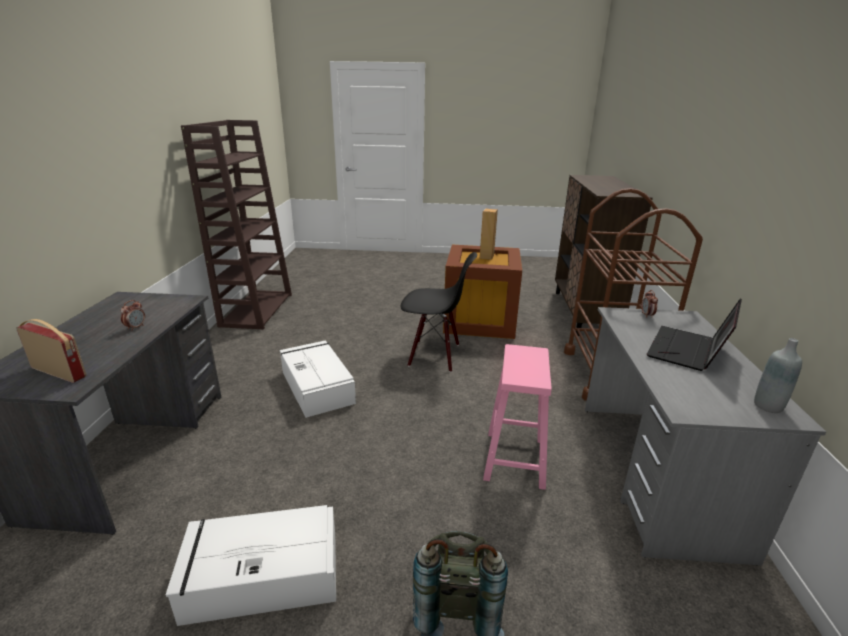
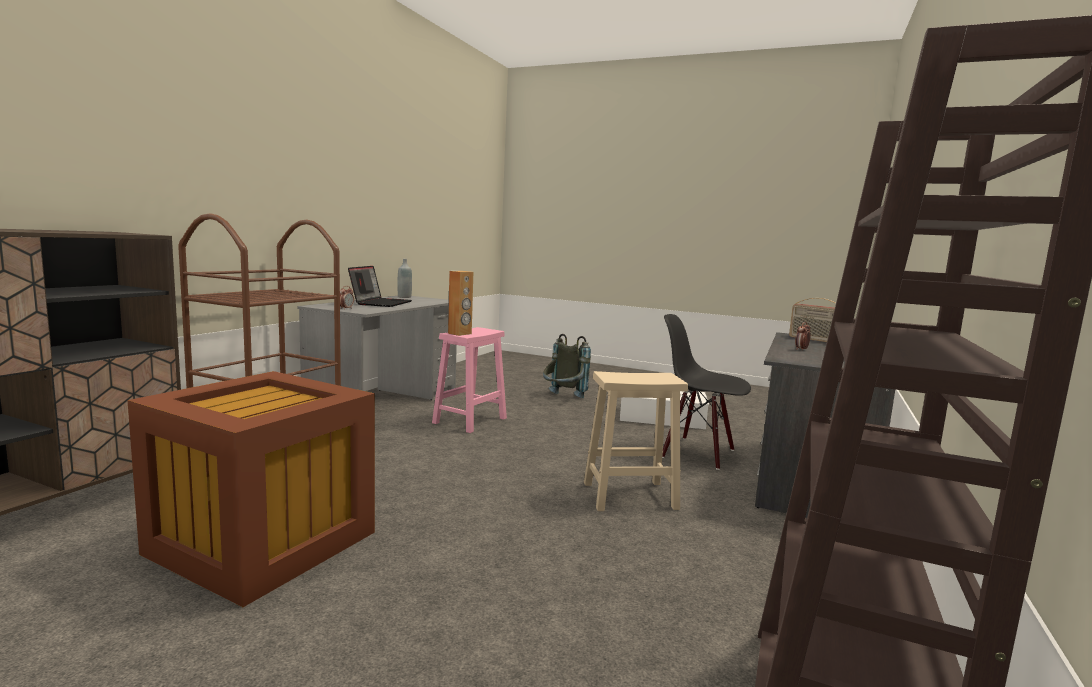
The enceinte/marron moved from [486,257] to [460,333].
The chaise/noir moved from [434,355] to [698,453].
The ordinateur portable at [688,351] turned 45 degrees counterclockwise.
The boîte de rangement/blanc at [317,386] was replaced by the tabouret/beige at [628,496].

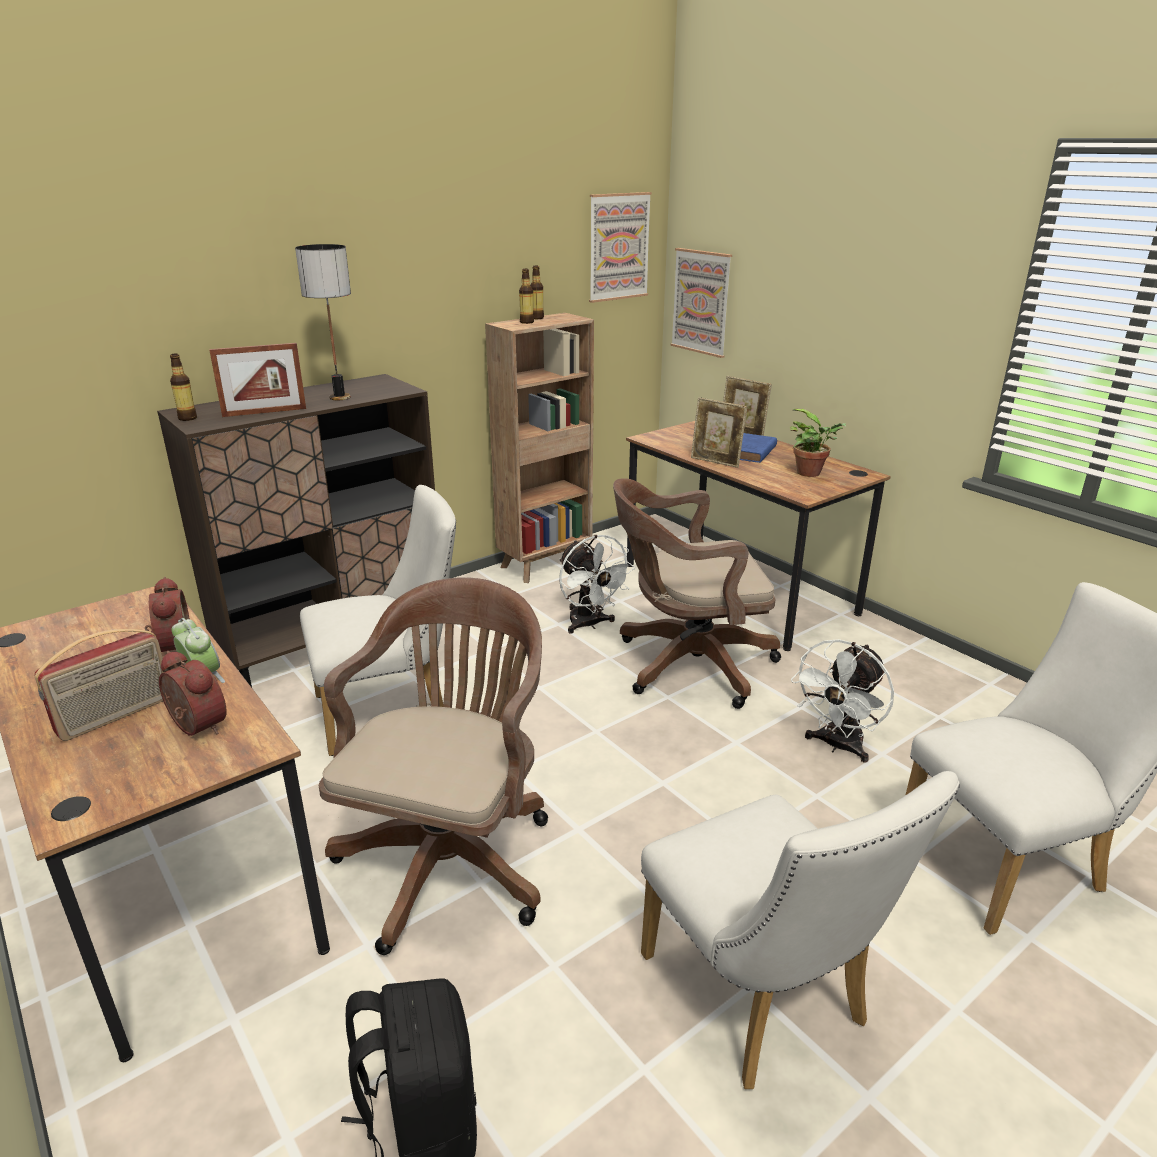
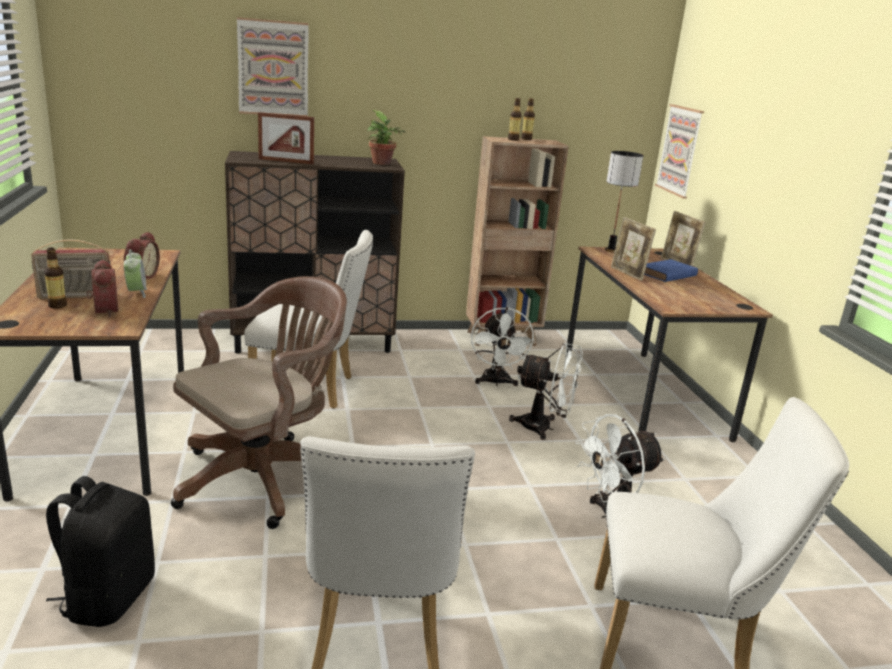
The tableau moved from [618,247] to [273,68].
The lampe de table moved from [339,397] to [611,250].
The bouteille moved from [187,418] to [57,306].
The plante en pot moved from [812,473] to [382,163].
The chaise de bureau/marron at [687,665] was replaced by the ventilateur/blanc at [544,428].

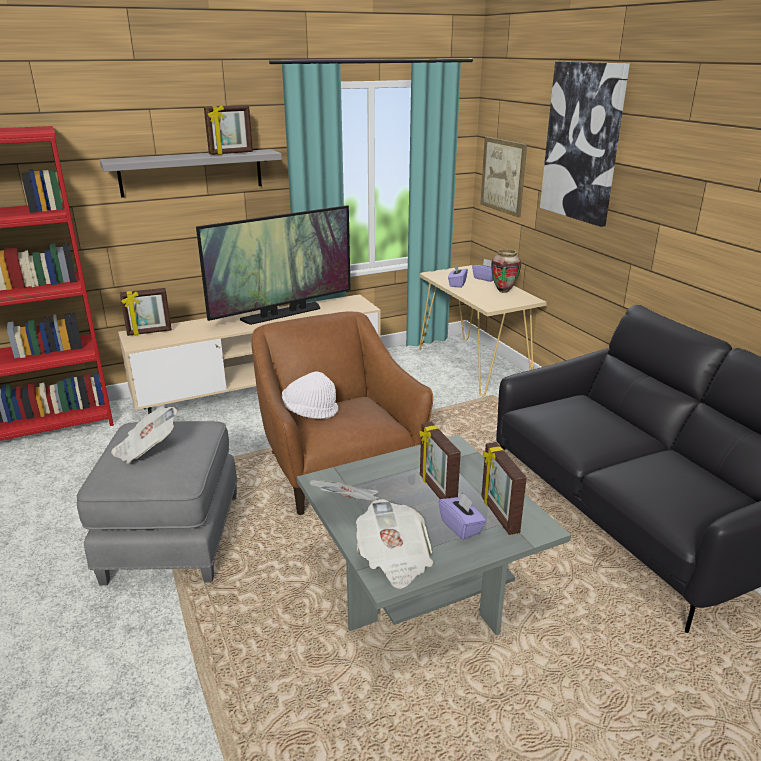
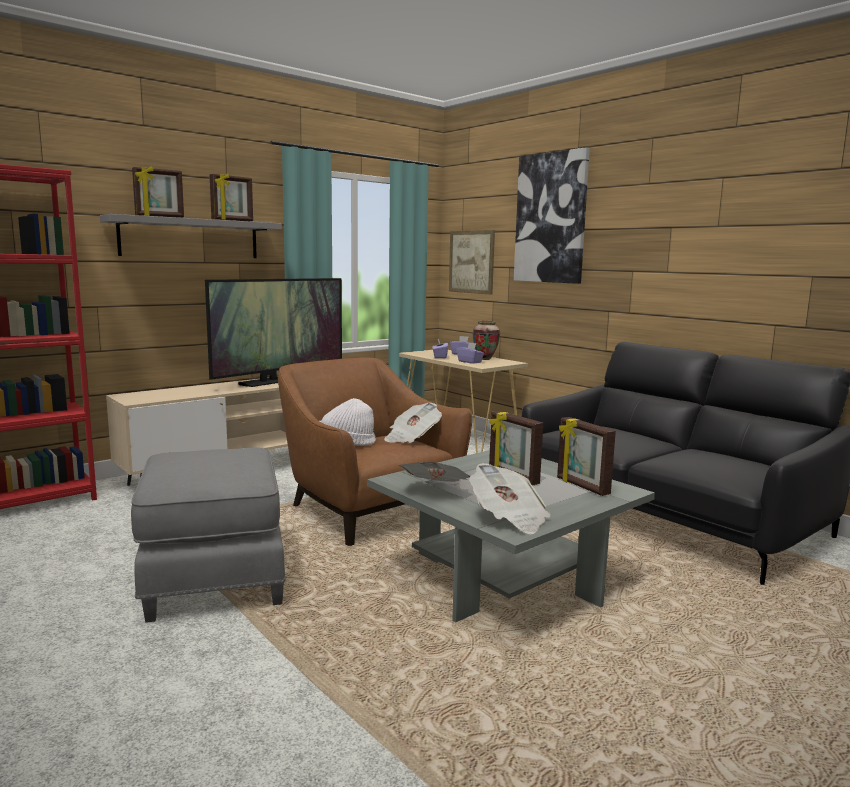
The cadre photo moved from [149,332] to [160,217].
The journal moved from [146,449] to [411,438].
The boîte à mouchoirs/violet moved from [461,527] to [470,362].

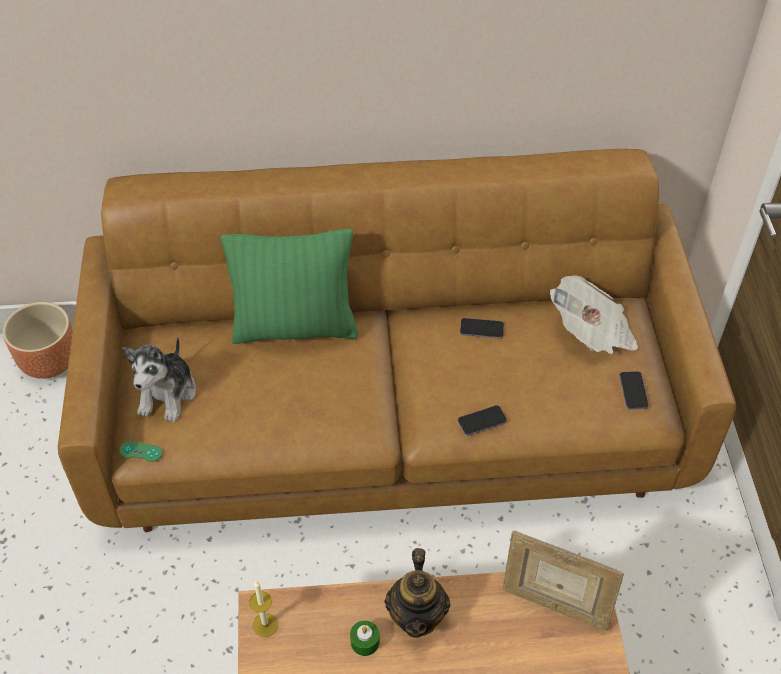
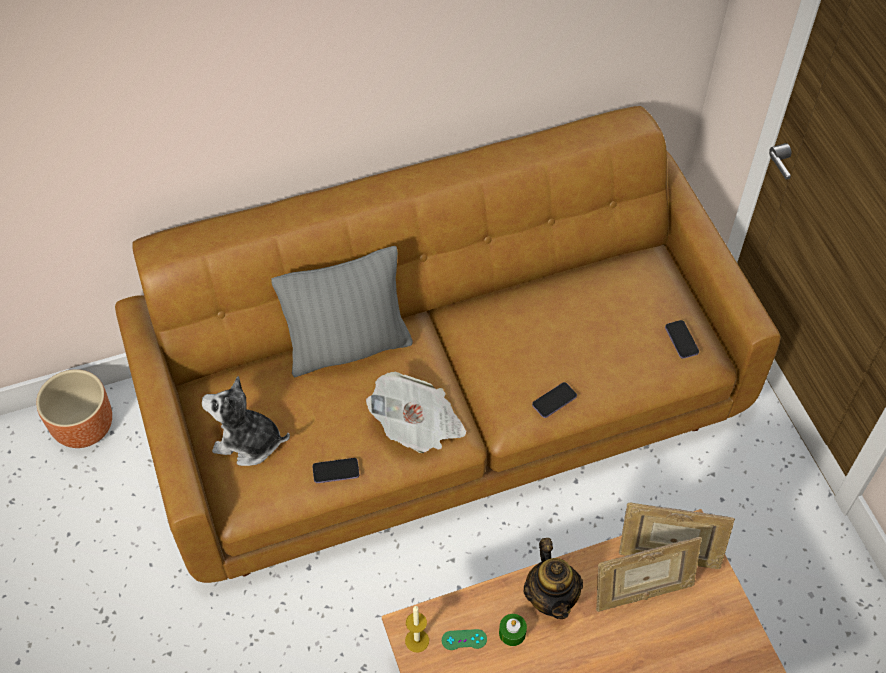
The coussin/vert at [295,327] became the coussin/gris at [348,346].
The journal moved from [592,333] to [418,426].
The téléphone moved from [481,329] to [336,471].
The peluche at [167,394] turned 105 degrees clockwise.
The manette/vert moved from [141,452] to [464,639].
The cadre photo at [641,593] appeared.

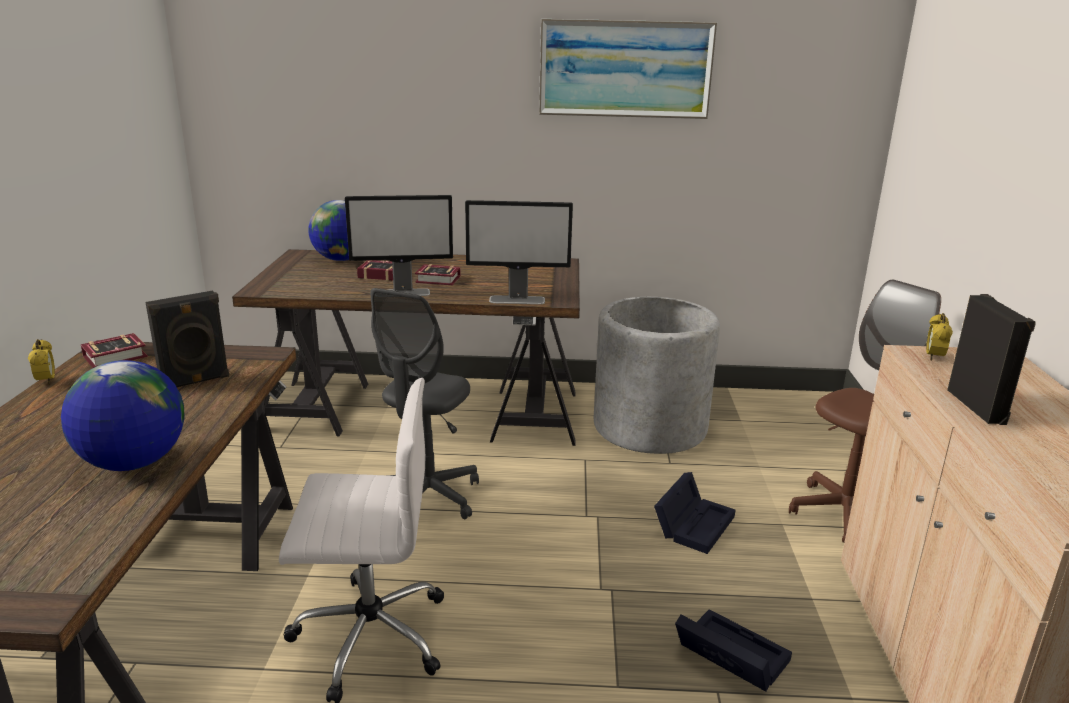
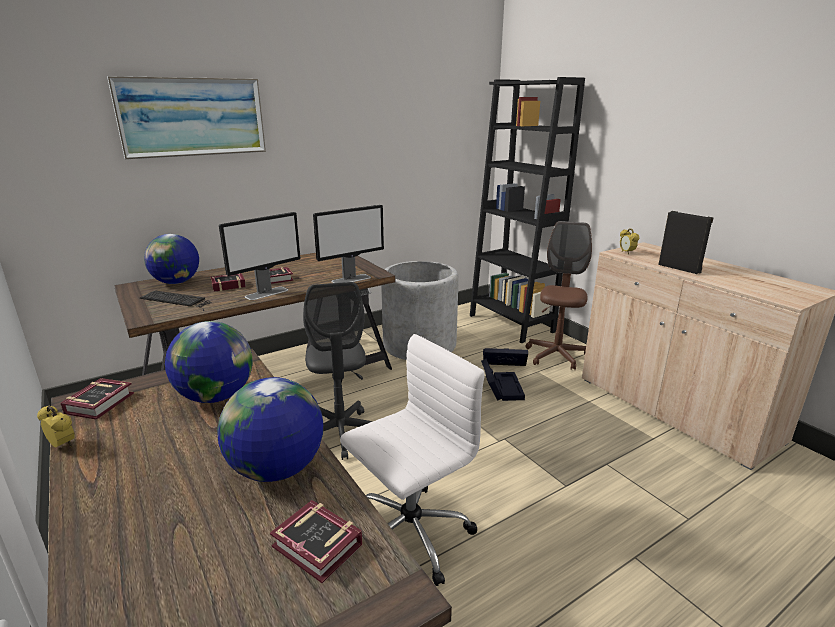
The tableau moved from [625,69] to [192,117].
The enceinte/noir at [195,382] was replaced by the globe at [216,396].
The boîte de rangement/noir moved from [727,656] to [502,361].
The bibliothèque/noir at [511,323] appeared.
The clavier at [178,300] appeared.
The livre at [318,549] appeared.

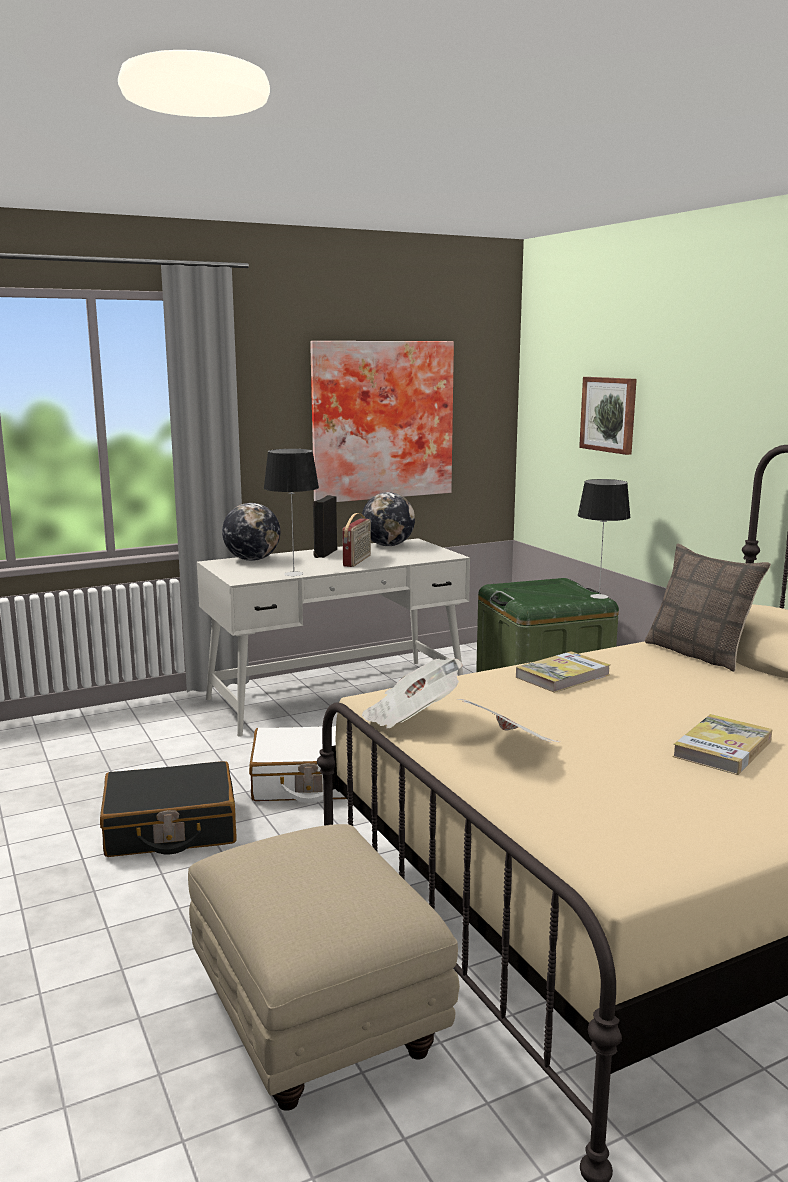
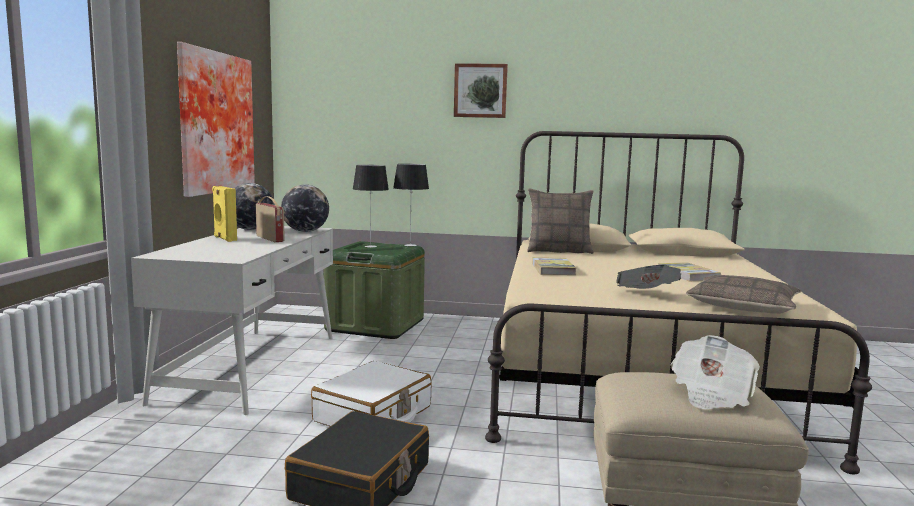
The tableau moved from [609,414] to [480,91].
The lampe de table moved from [293,574] to [370,246].
The enceinte/noir at [324,553] became the enceinte/jaune at [224,239].
The globe moved from [252,560] to [305,231].
The journal moved from [411,717] to [711,395].
The coussin at [743,306] appeared.

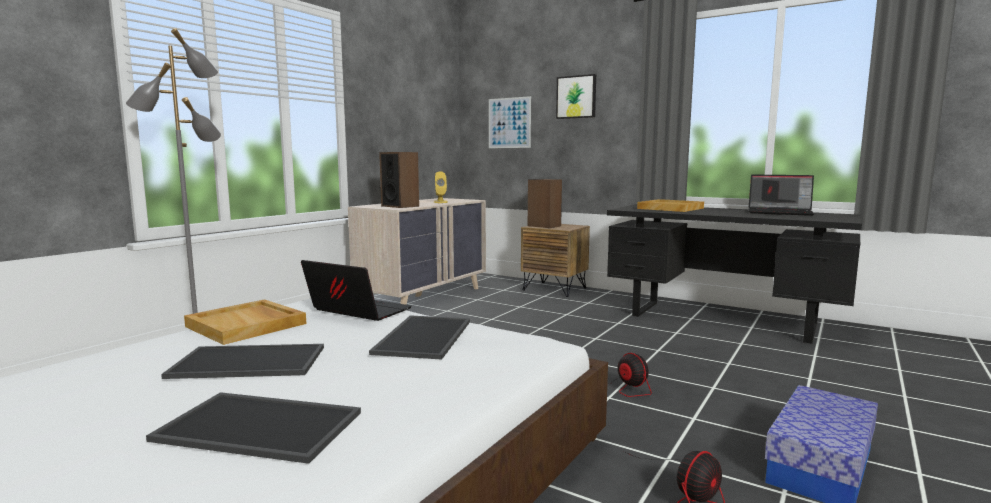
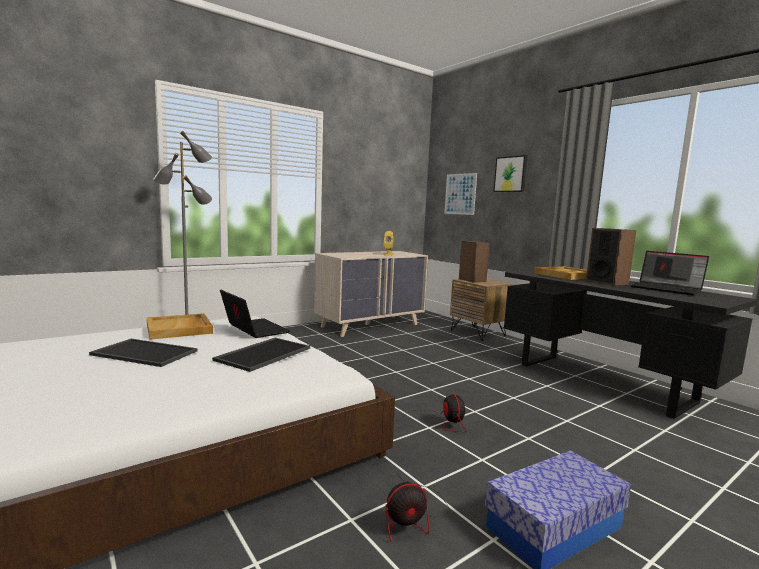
The enceinte moved from [400,206] to [607,282].
The plateau at [262,425] disappeared.

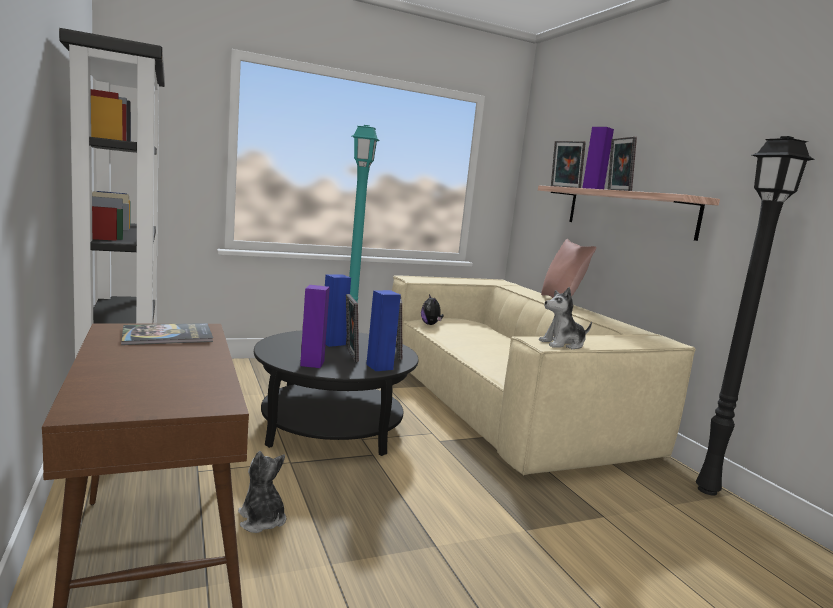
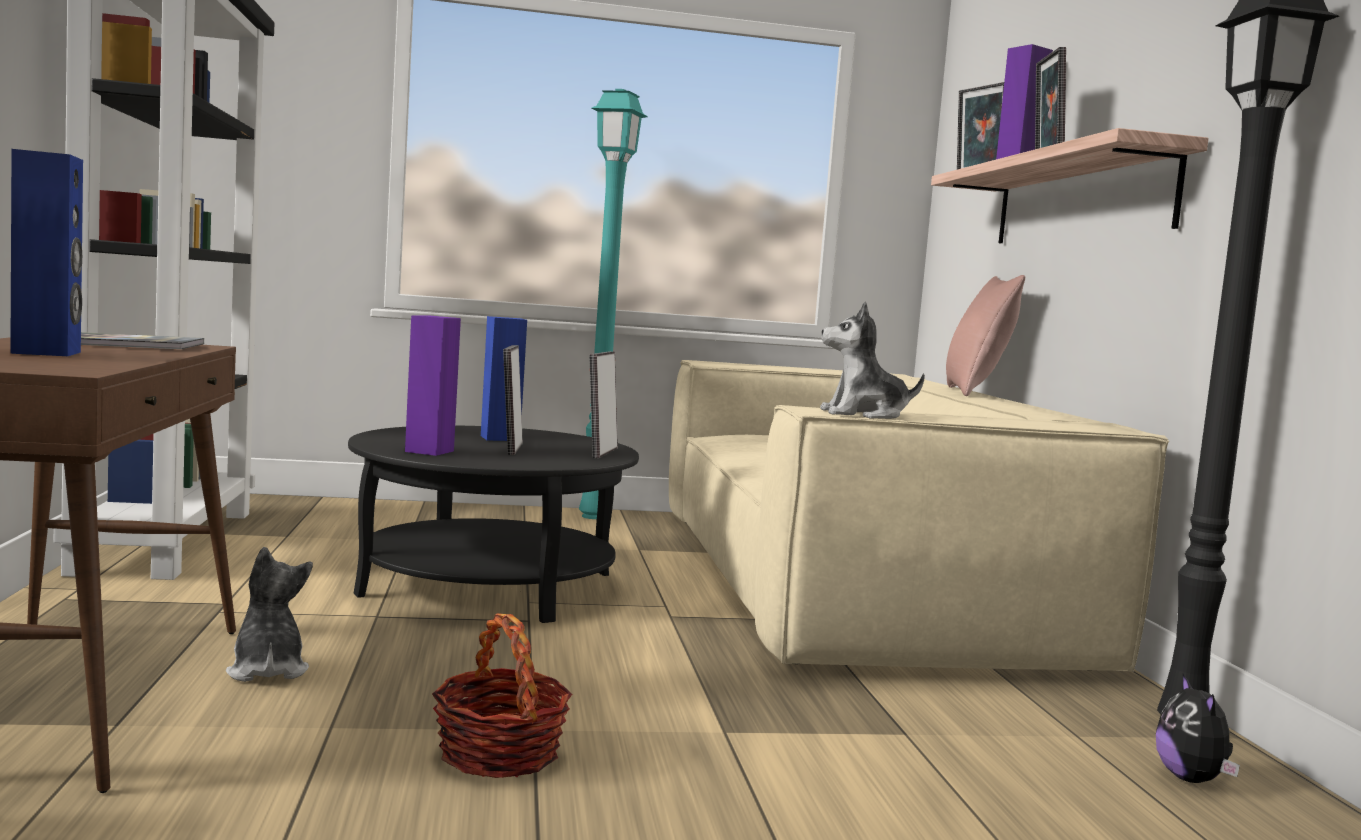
The enceinte/bleu moved from [380,367] to [47,353].
The peluche moved from [431,324] to [1192,779].
The panier at [500,754] appeared.

